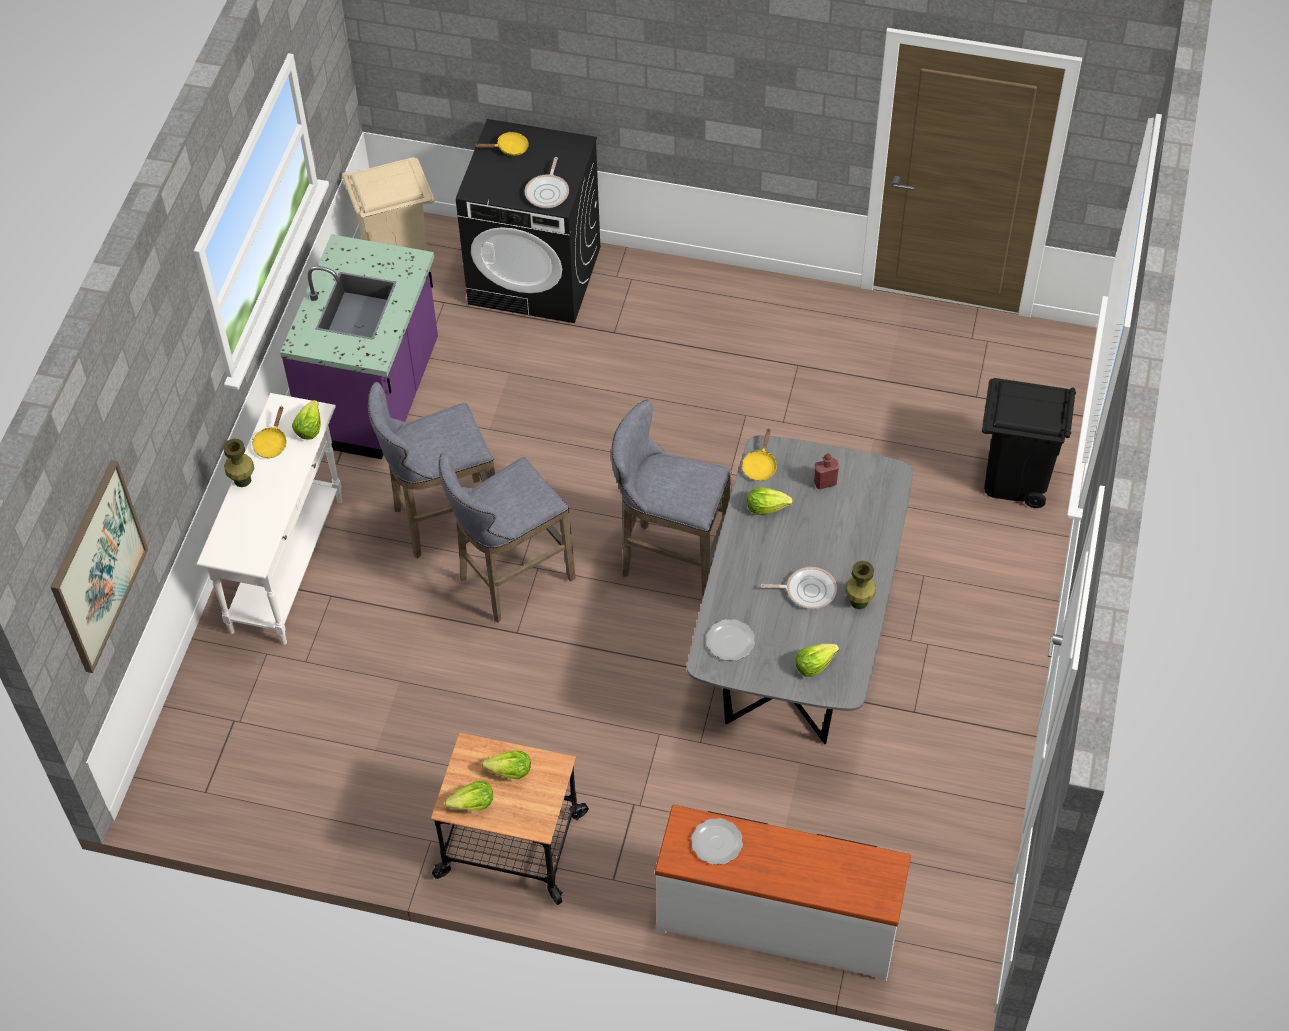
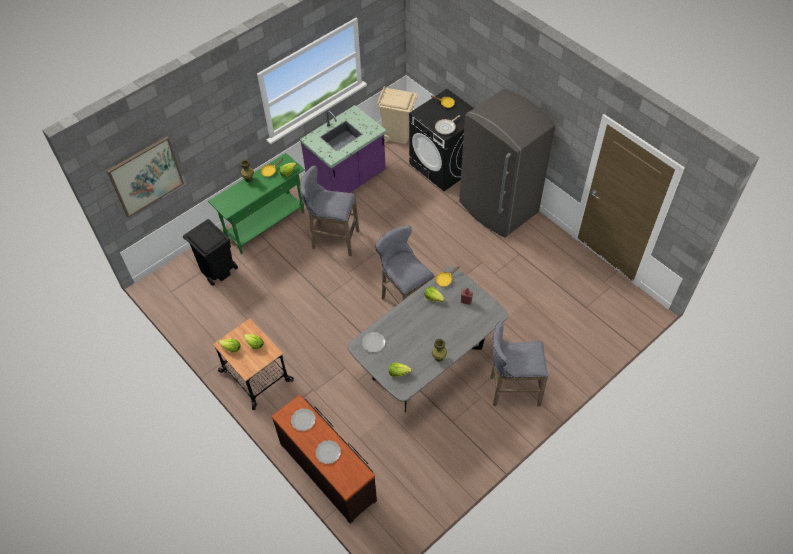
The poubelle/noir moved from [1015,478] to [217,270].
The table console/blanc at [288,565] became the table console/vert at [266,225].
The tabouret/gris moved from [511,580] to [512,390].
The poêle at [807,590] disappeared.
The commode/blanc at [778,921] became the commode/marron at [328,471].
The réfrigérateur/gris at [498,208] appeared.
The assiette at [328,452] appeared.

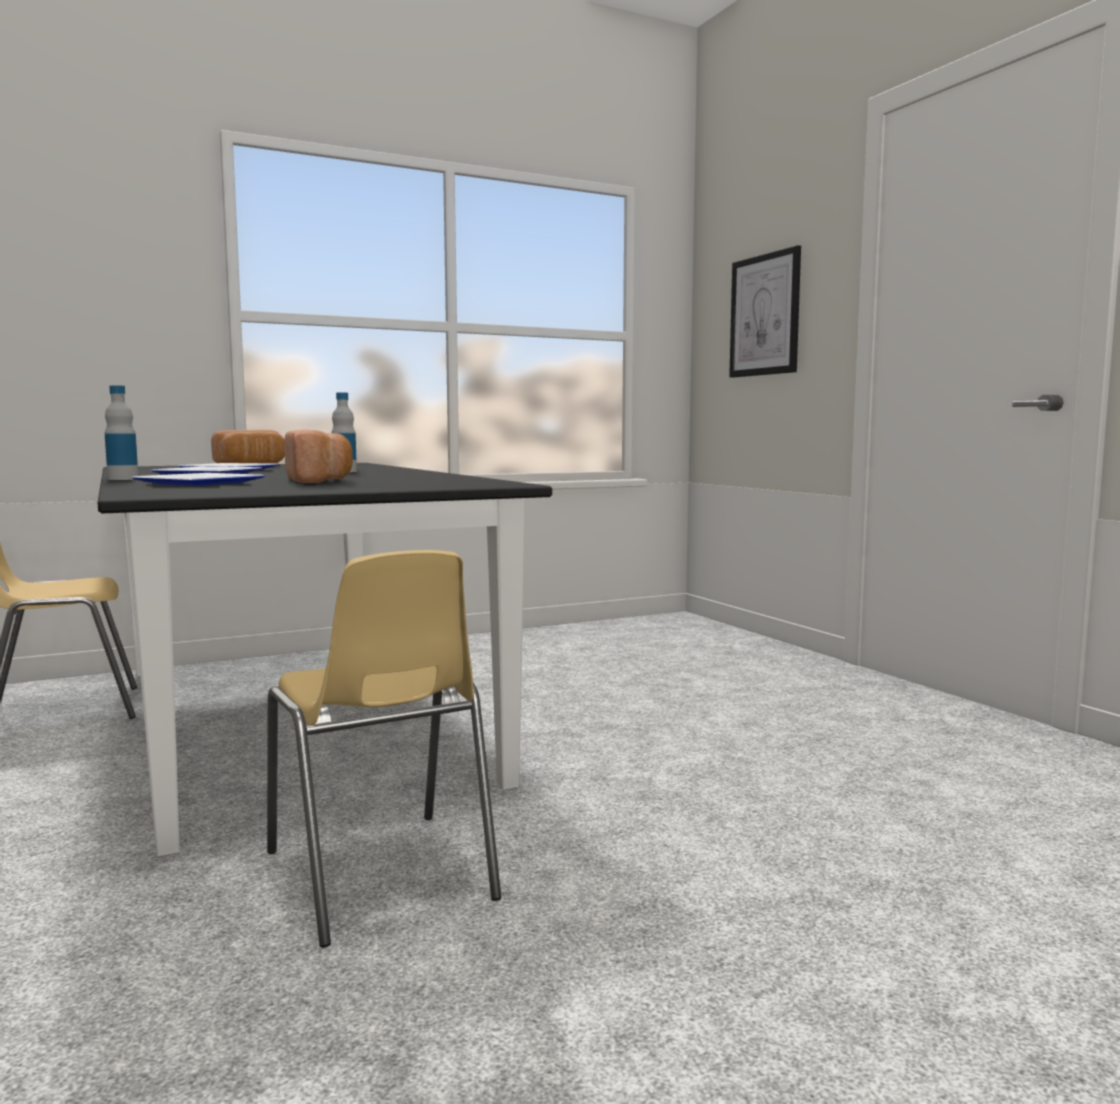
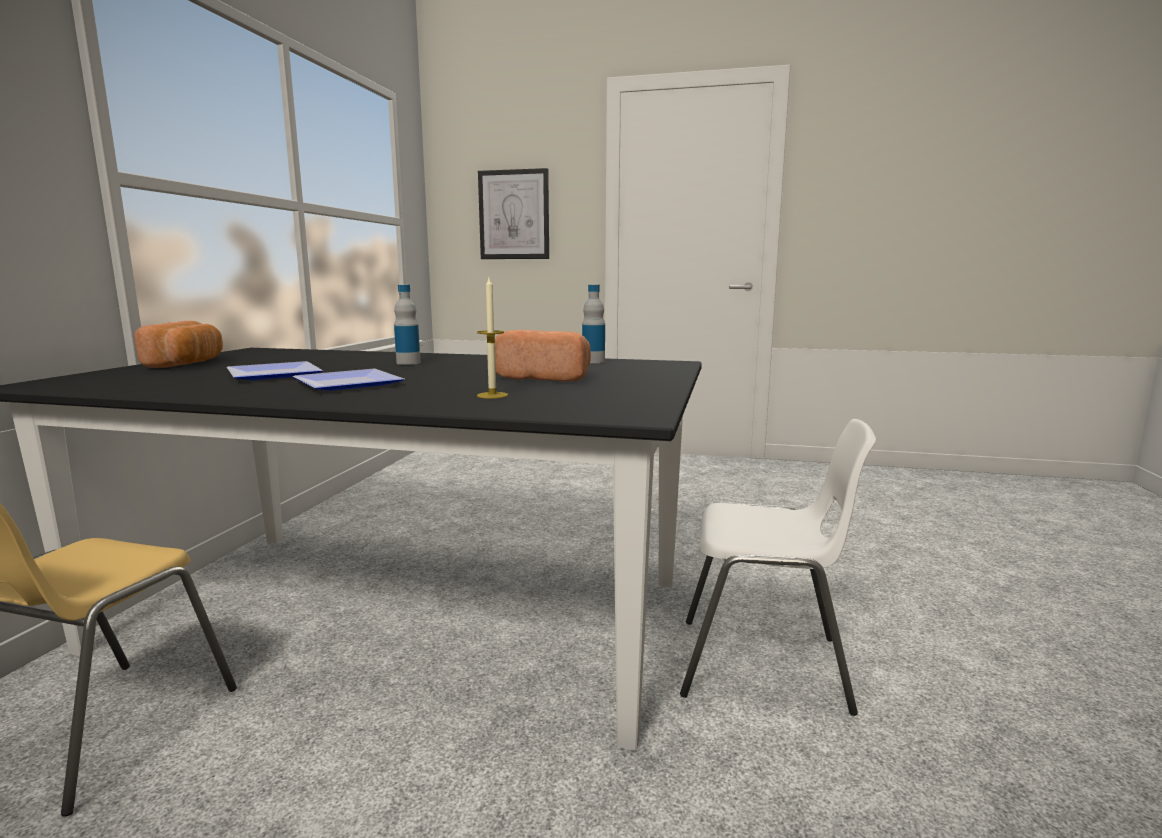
The bouteille moved from [123,479] to [593,361].
The assiette at [200,483] was replaced by the bougie at [492,395].
The chaise/jaune at [380,876] became the chaise/blanc at [764,666].

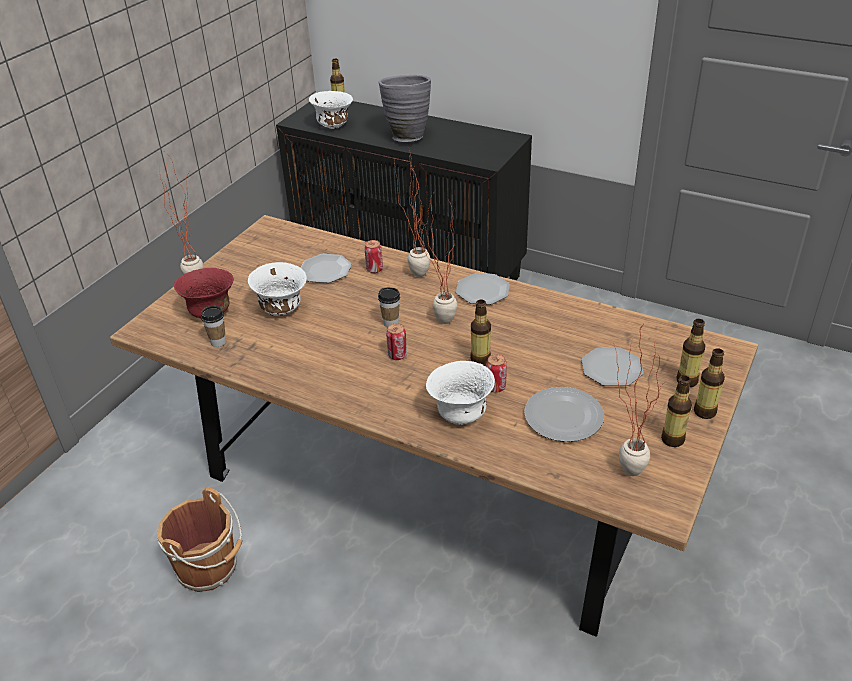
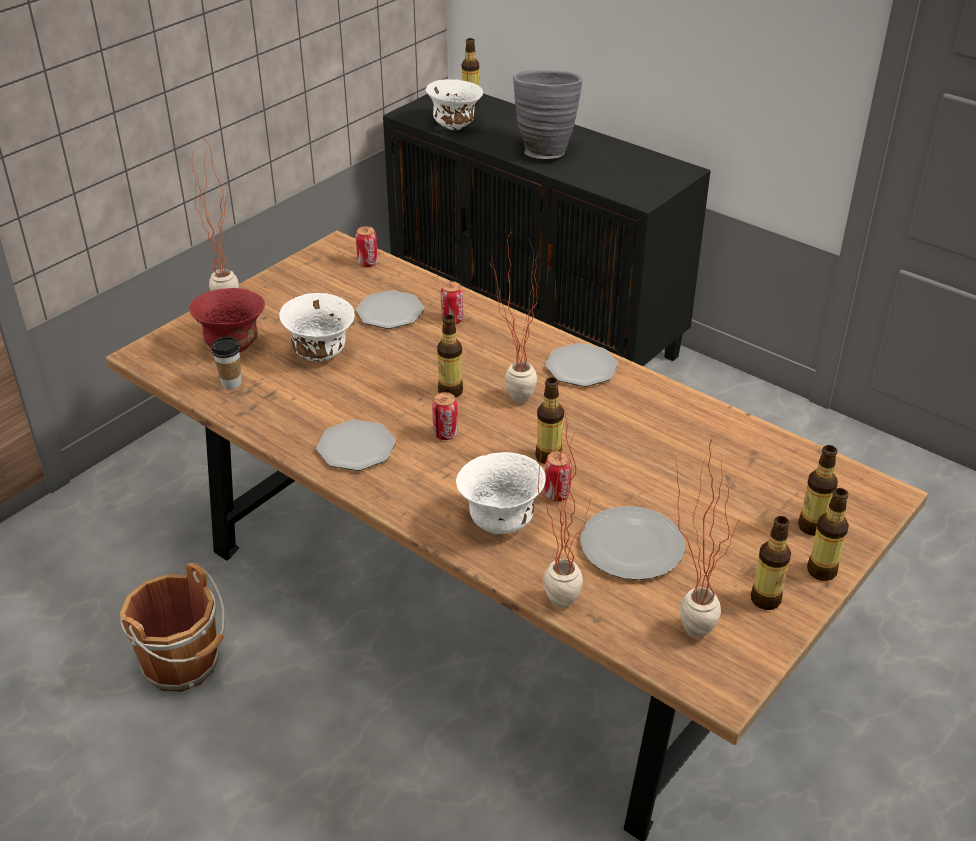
The plante en pot moved from [416,271] to [558,592].
The tasse at [391,323] was replaced by the bouteille at [450,391].
The assiette moved from [612,368] to [357,447].
The boîte métallique at [367,263] appeared.

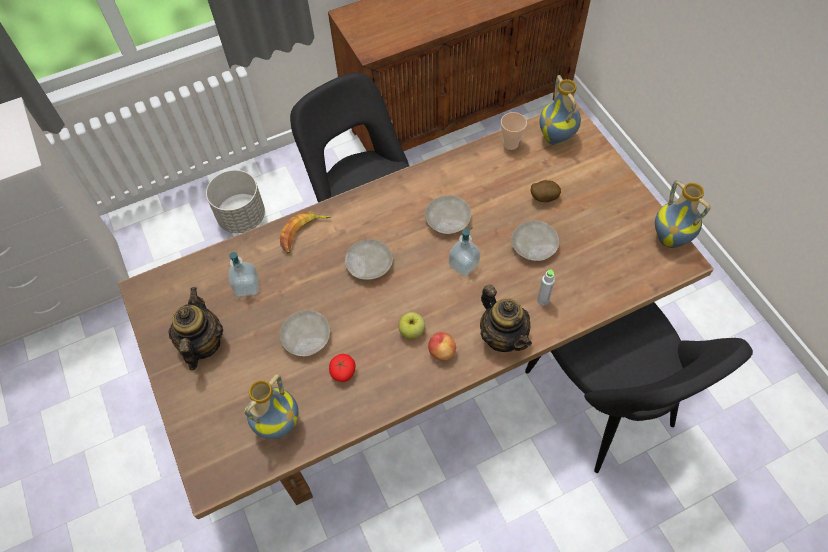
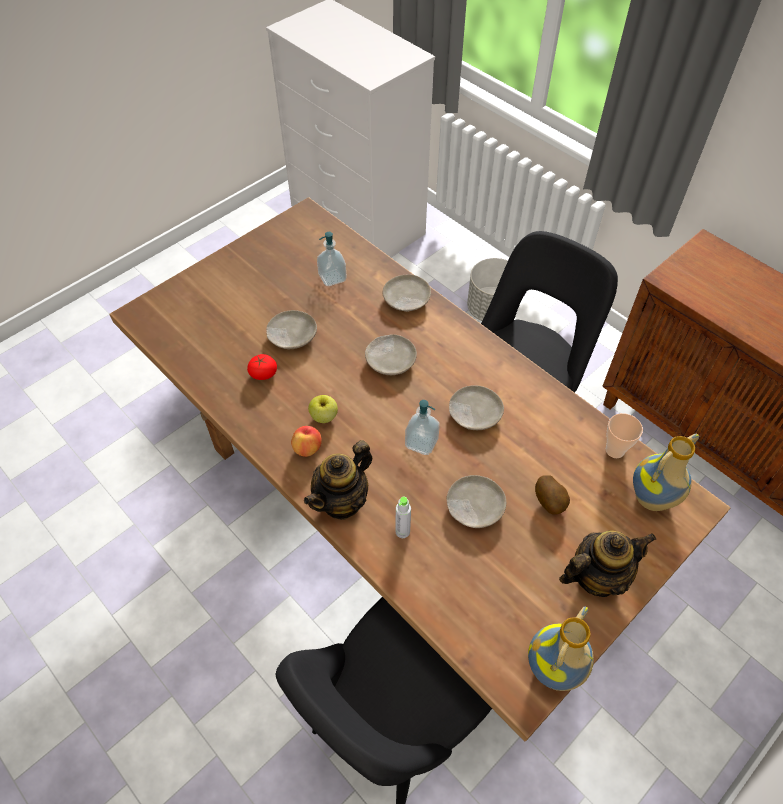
The banane at [303,233] was replaced by the assiette/beige at [406,299].
The théière moved from [202,344] to [596,576].
The vase at [277,423] disappeared.

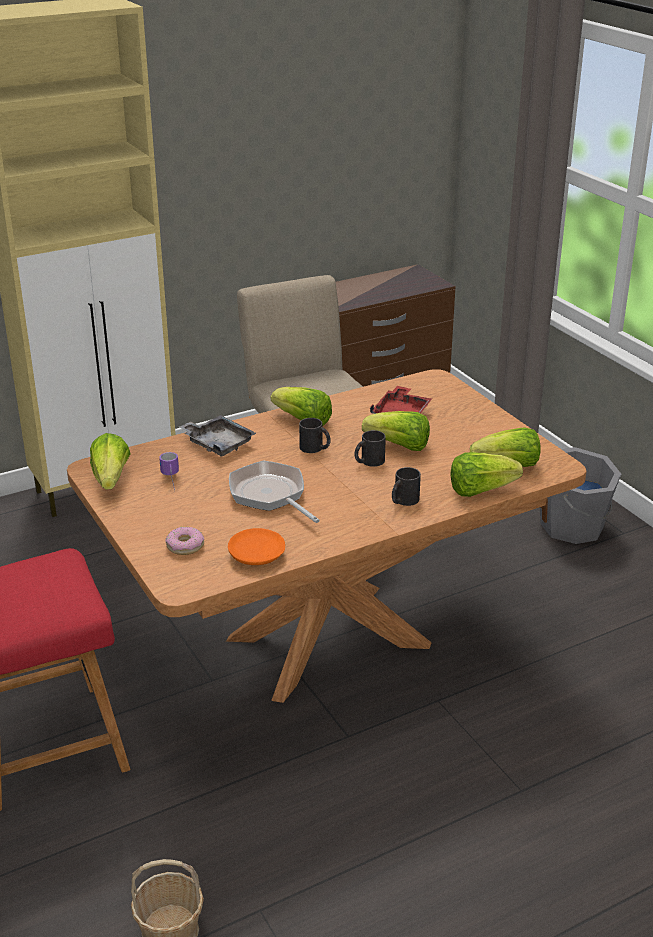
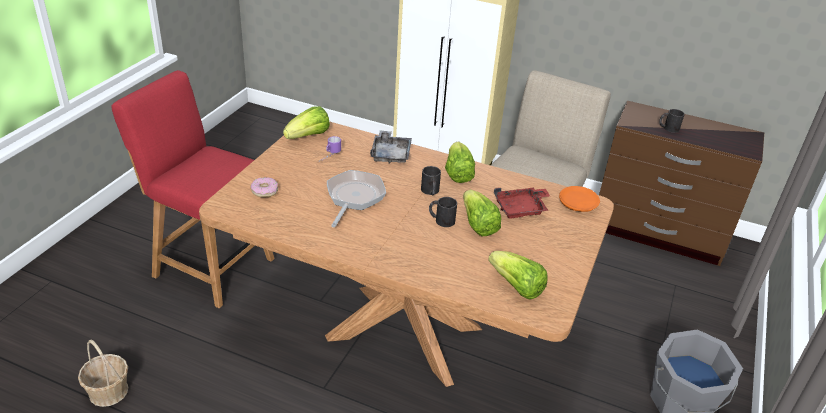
The laitue at [480,490] disappeared.
The mug/noir moved from [403,501] to [668,128].
The assiette/orange moved from [257,555] to [577,205].

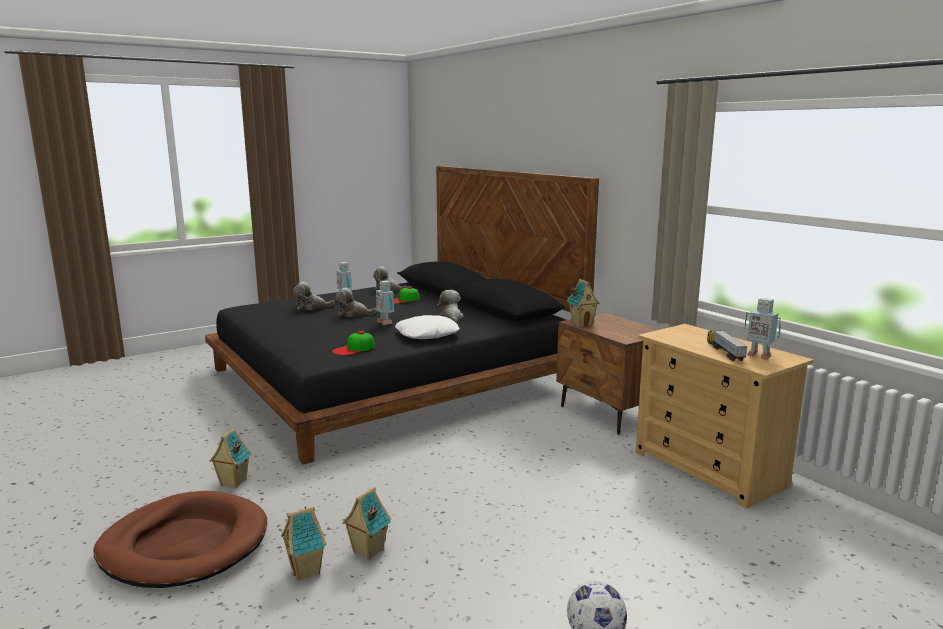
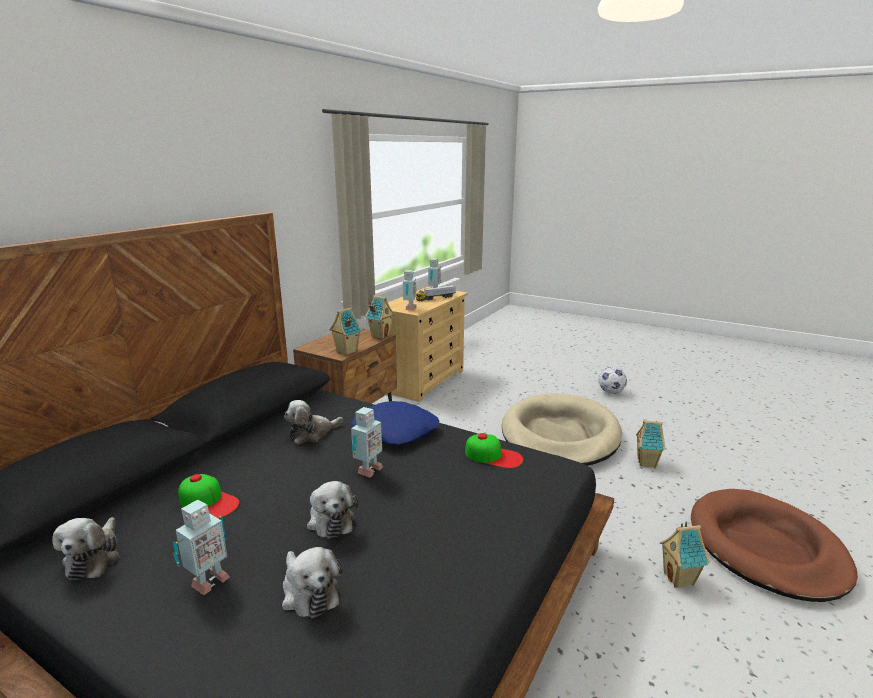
The coussin/blanc at [427,334] became the coussin/bleu at [396,430].
The maison miniature moved from [306,571] to [380,335].
The robot jouet at [409,309] appeared.
The panier pour chien/beige at [560,435] appeared.

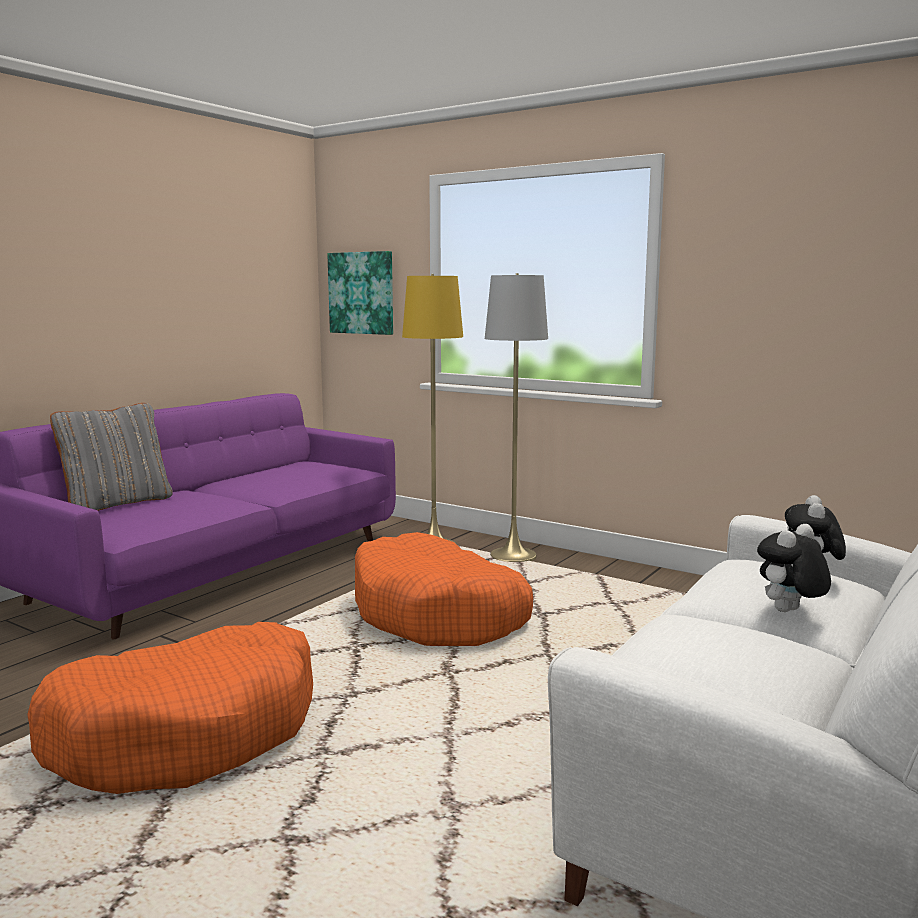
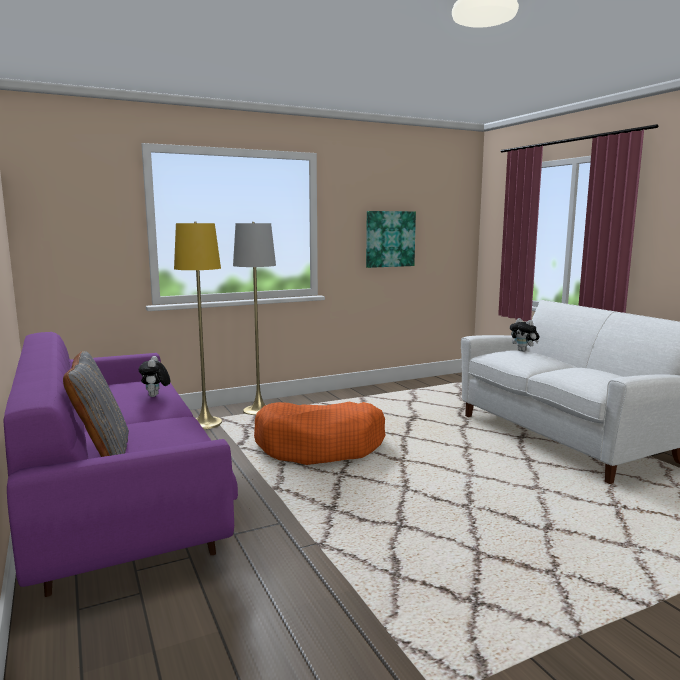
The tableau moved from [362,293] to [390,239].
The peluche moved from [789,612] to [155,396].
The panier pour chien/orange at [187,732] disappeared.

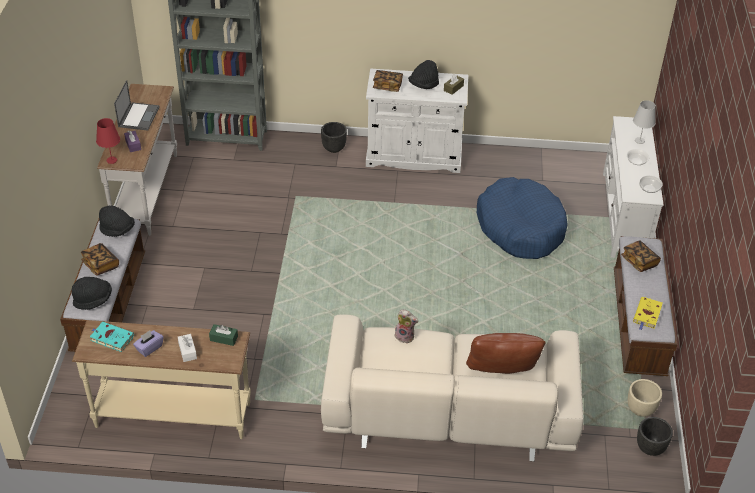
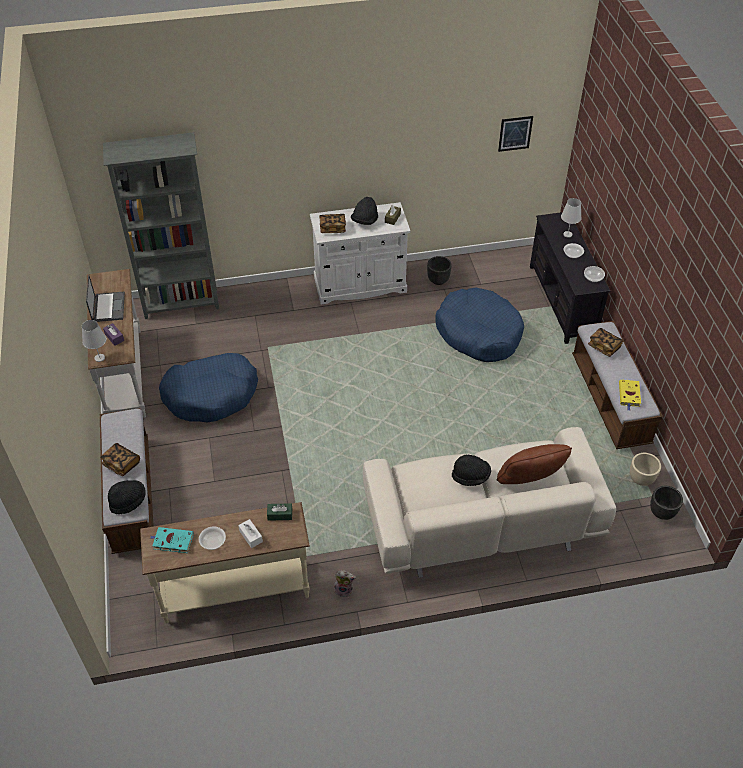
The meuble télé/blanc at [624,215] became the meuble télé/noir at [562,302].
The lampe de table/rouge at [112,160] became the lampe de table/blanc at [99,358].
The cache-pot/noir moved from [334,148] to [438,280].
The chapeau/noir moved from [117,230] to [471,476].
The peluche moved from [405,336] to [344,590].
The boîte à mouchoirs/violet at [149,348] was replaced by the bol at [213,542].
The tableau at [515,133] appeared.
The panier pour chien/bleu at [211,394] appeared.

